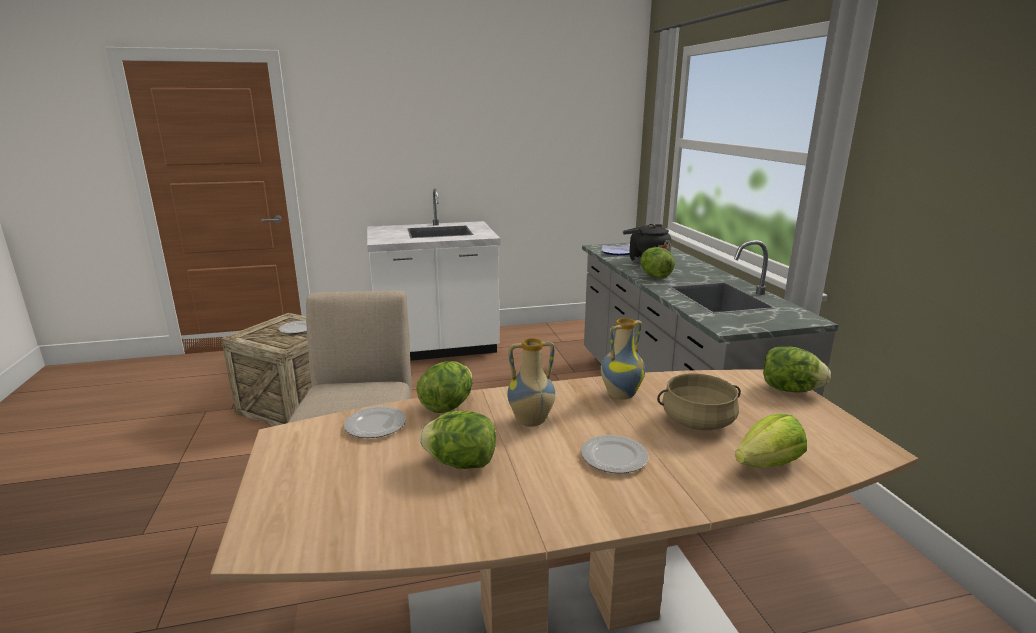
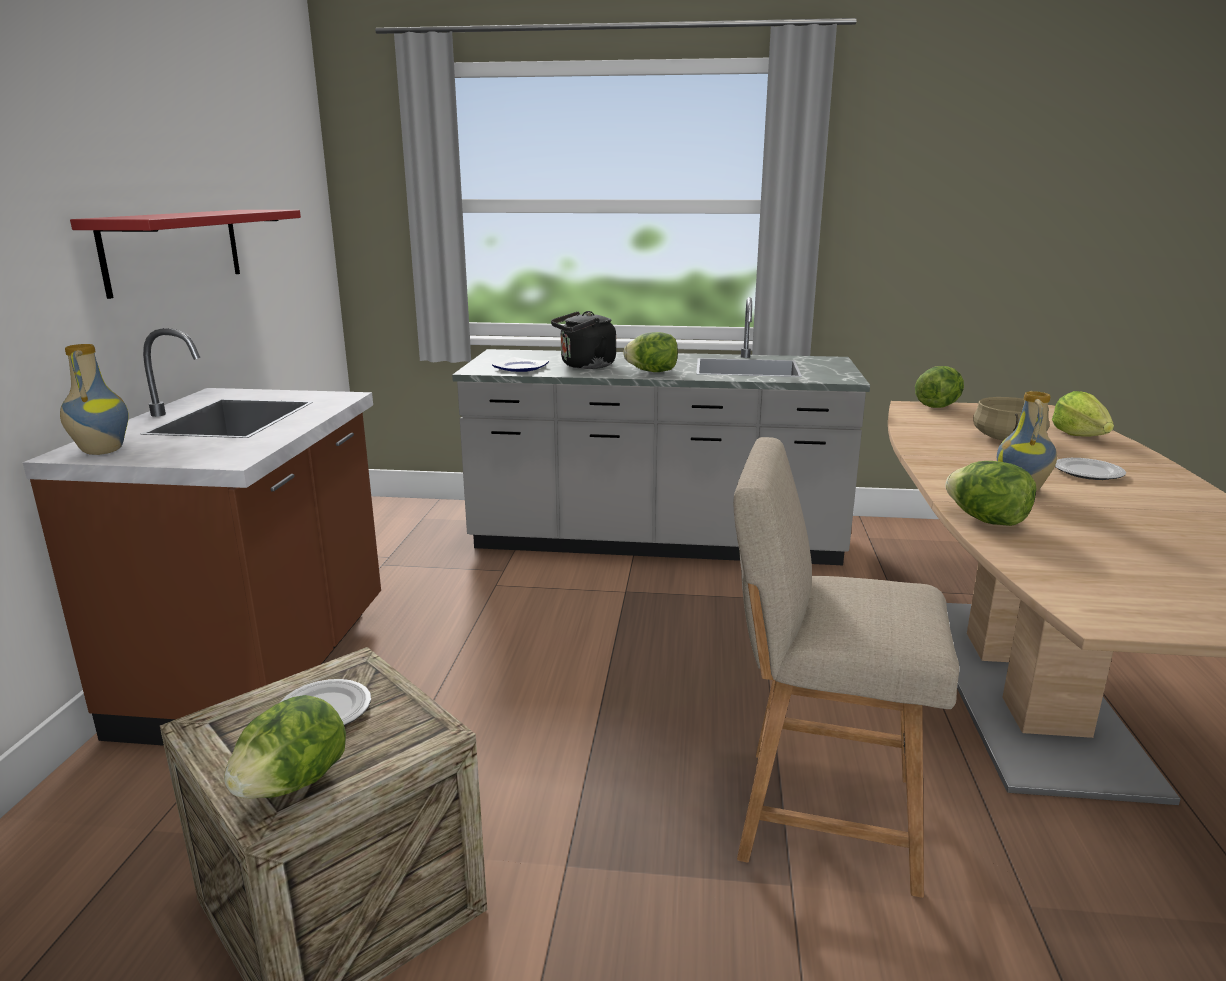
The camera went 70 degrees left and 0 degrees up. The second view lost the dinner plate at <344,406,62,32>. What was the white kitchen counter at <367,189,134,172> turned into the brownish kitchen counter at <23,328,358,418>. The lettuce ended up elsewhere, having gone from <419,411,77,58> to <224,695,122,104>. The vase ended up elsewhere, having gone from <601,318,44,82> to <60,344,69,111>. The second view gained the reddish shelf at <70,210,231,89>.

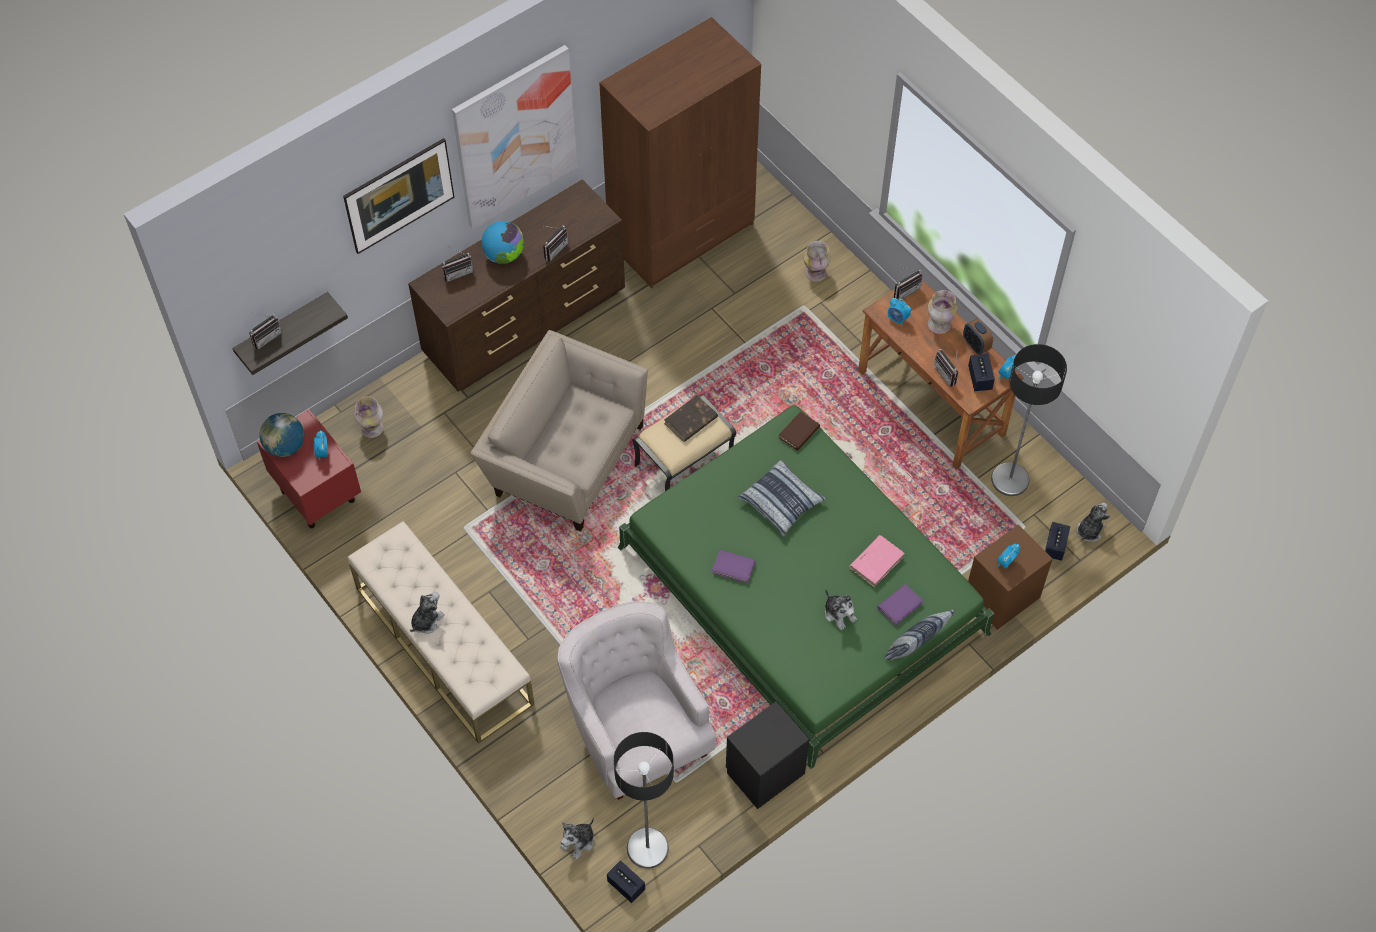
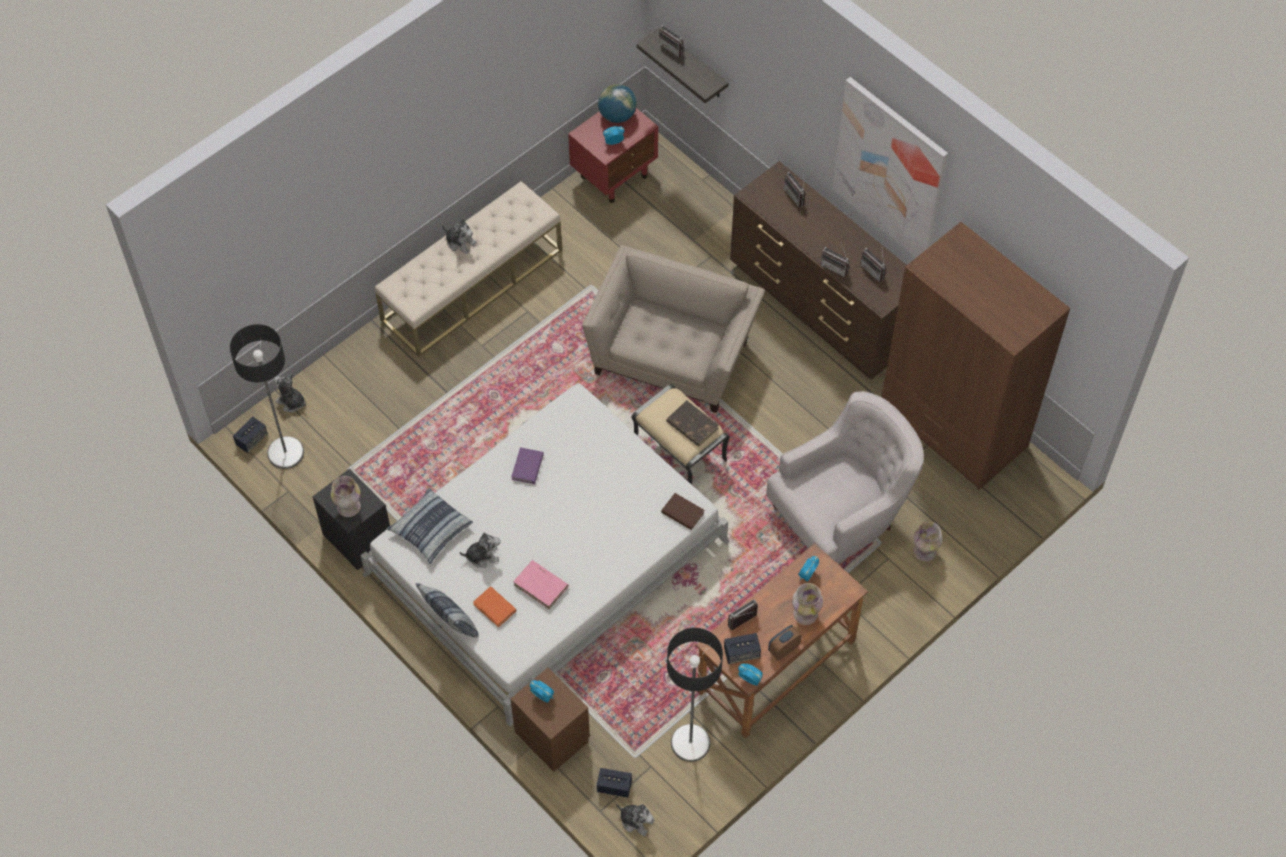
The camera went 85 degrees right and 0 degrees up. The second view lost the wall picture at <343,138,112,116>. The vase ended up elsewhere, having gone from <354,396,30,42> to <331,476,30,41>. The second view lost the world globe at <482,221,42,43>. The white easy chair ended up elsewhere, having gone from <557,601,158,199> to <766,391,158,172>. What was the green bedroom bed at <618,405,376,364> turned into the white bedroom bed at <360,383,370,344>. The pillow ended up elsewhere, having gone from <738,460,89,76> to <386,488,87,76>. The soft toy at <825,589,32,41> ended up facing another way, 150 degrees counterclockwise from before. What was the purple-coloured book at <878,584,45,42> turned into the orangey book at <473,586,43,41>. The radio ended up elsewhere, having gone from <894,266,29,34> to <860,244,26,38>.

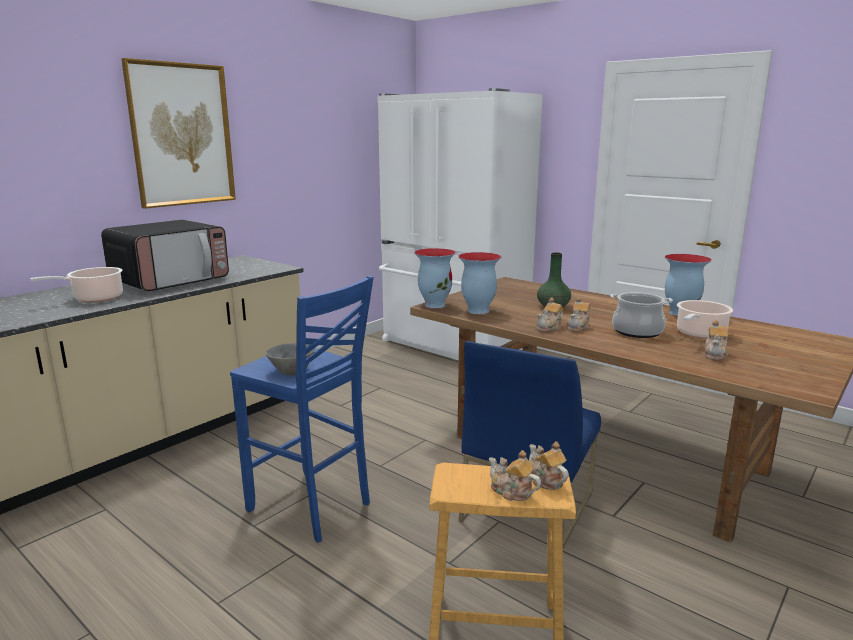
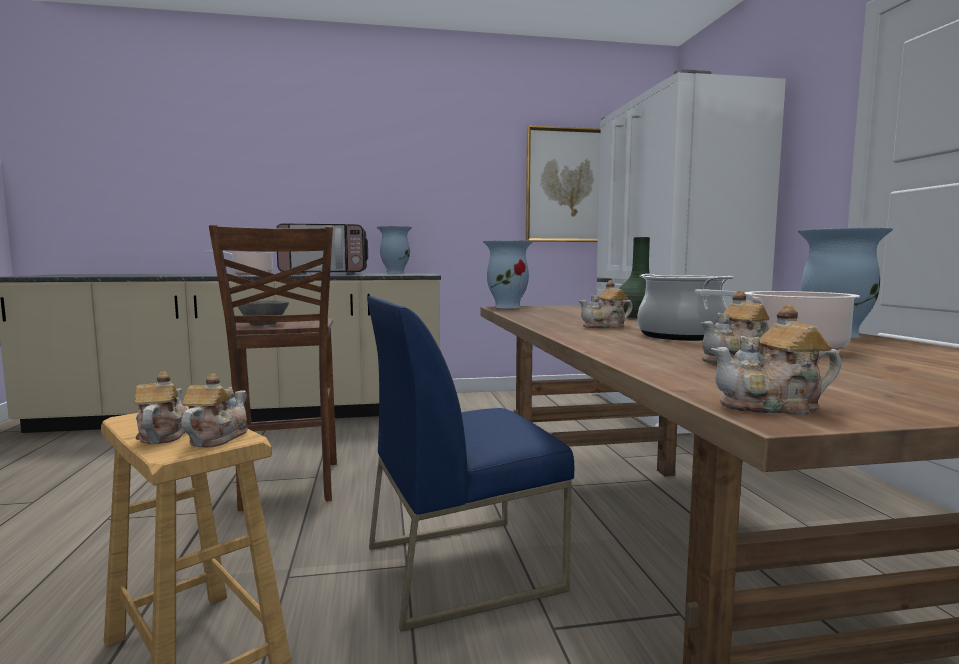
The camera went 40 degrees right and 10 degrees down. The wall picture ended up elsewhere, having gone from <121,58,115,151> to <526,126,75,116>. What was the bluish sitting stool at <230,276,144,267> turned into the brownish sitting stool at <209,225,128,286>. The vase ended up elsewhere, having gone from <458,252,43,62> to <377,226,35,48>. The pot for tea ended up elsewhere, having gone from <537,298,26,34> to <711,305,130,110>.

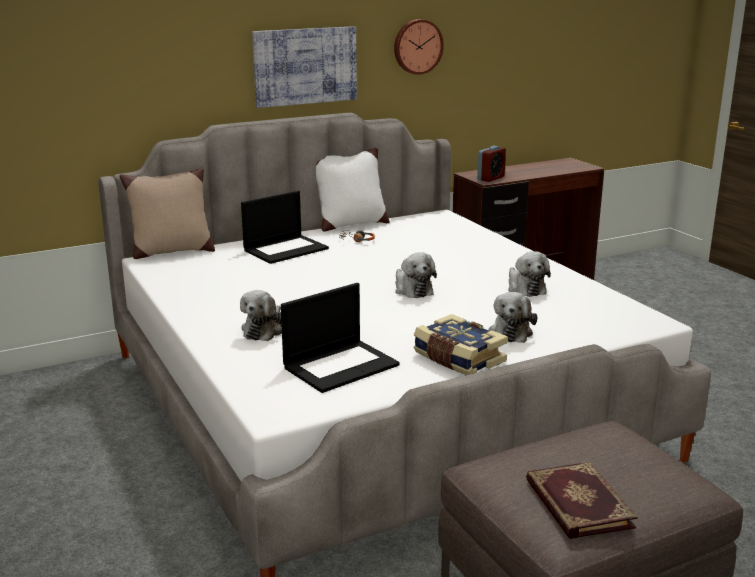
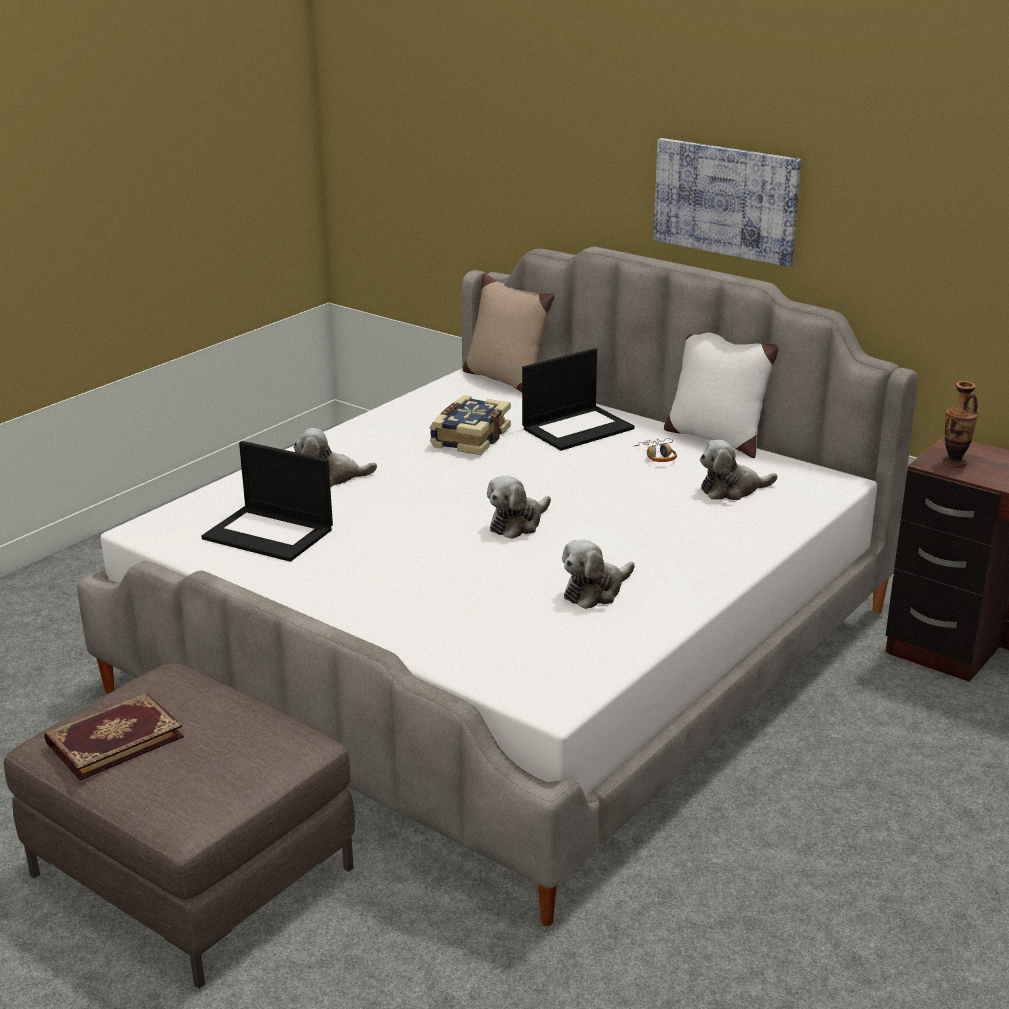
The camera went 65 degrees right and 5 degrees up. The notebook computer at <241,191,88,73> ended up facing another way, 60 degrees counterclockwise from before. The second view lost the wall clock at <394,19,50,56>. The book ended up elsewhere, having gone from <414,314,94,61> to <430,395,81,60>. Where the bedside clock stood at <477,146,29,36>, the vase came to stand at <943,381,35,87>. The soft toy ended up elsewhere, having gone from <489,292,48,51> to <700,440,77,60>.

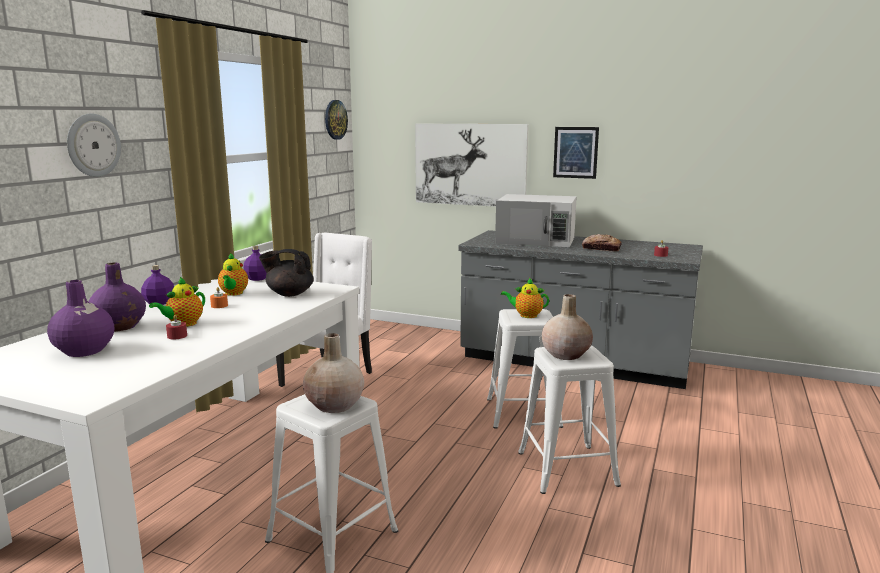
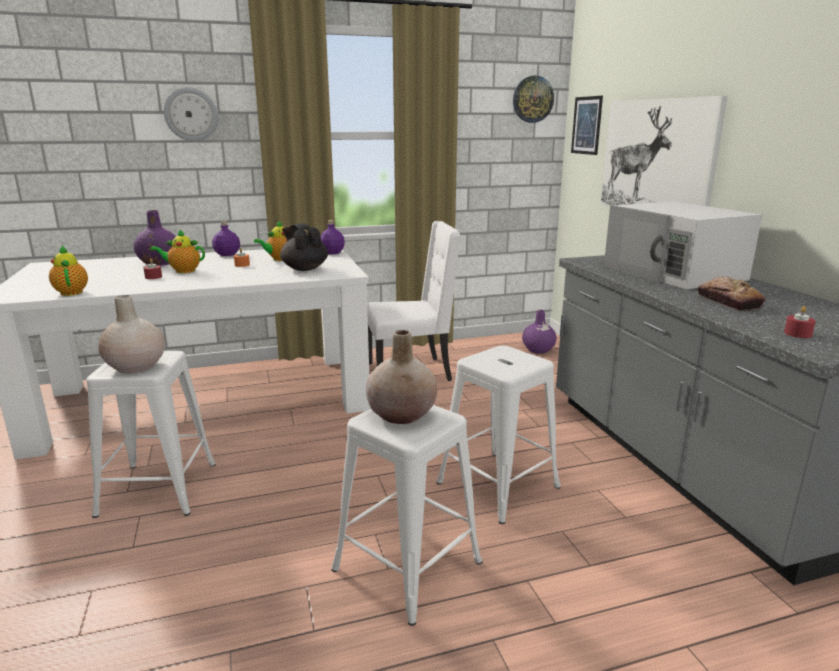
The camera went 50 degrees right and 5 degrees up. The purple-coloured vase ended up elsewhere, having gone from <47,280,68,77> to <522,310,35,44>. The pot for tea ended up elsewhere, having gone from <501,278,48,40> to <49,245,39,51>. The wall picture ended up elsewhere, having gone from <553,127,46,52> to <571,96,32,59>.

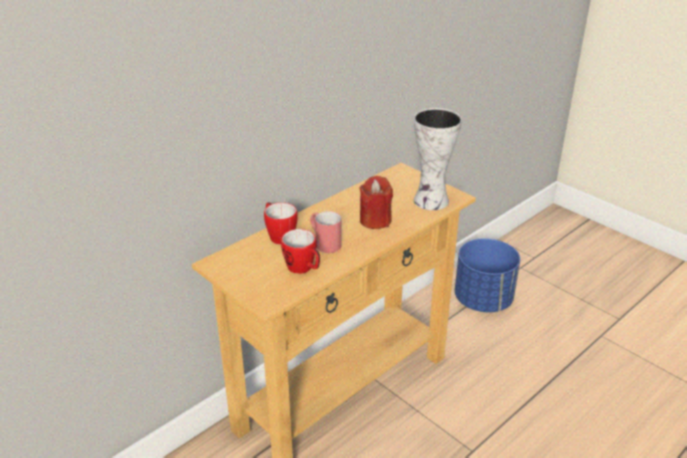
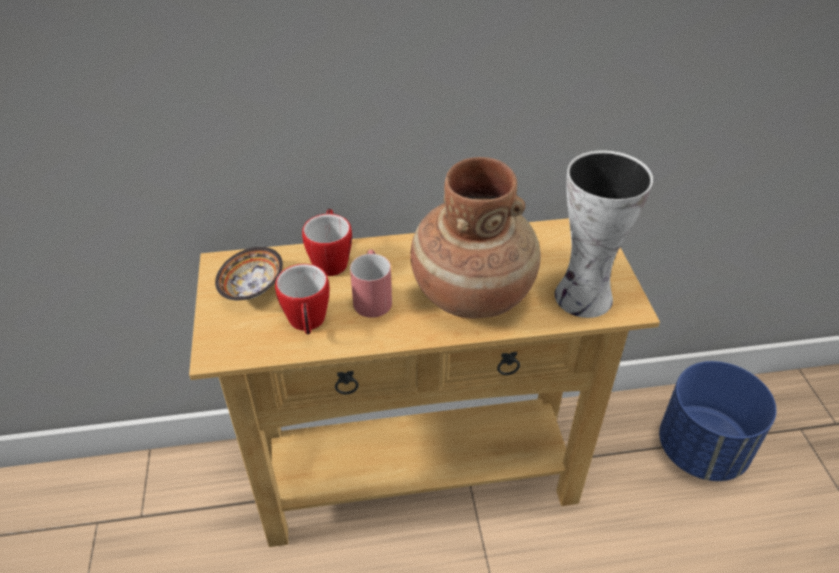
The camera went 35 degrees right and 10 degrees up. Where the reddish candle stood at <360,176,33,53>, the brownish vase came to stand at <410,157,131,161>. The second view gained the deep dish at <215,247,68,53>.

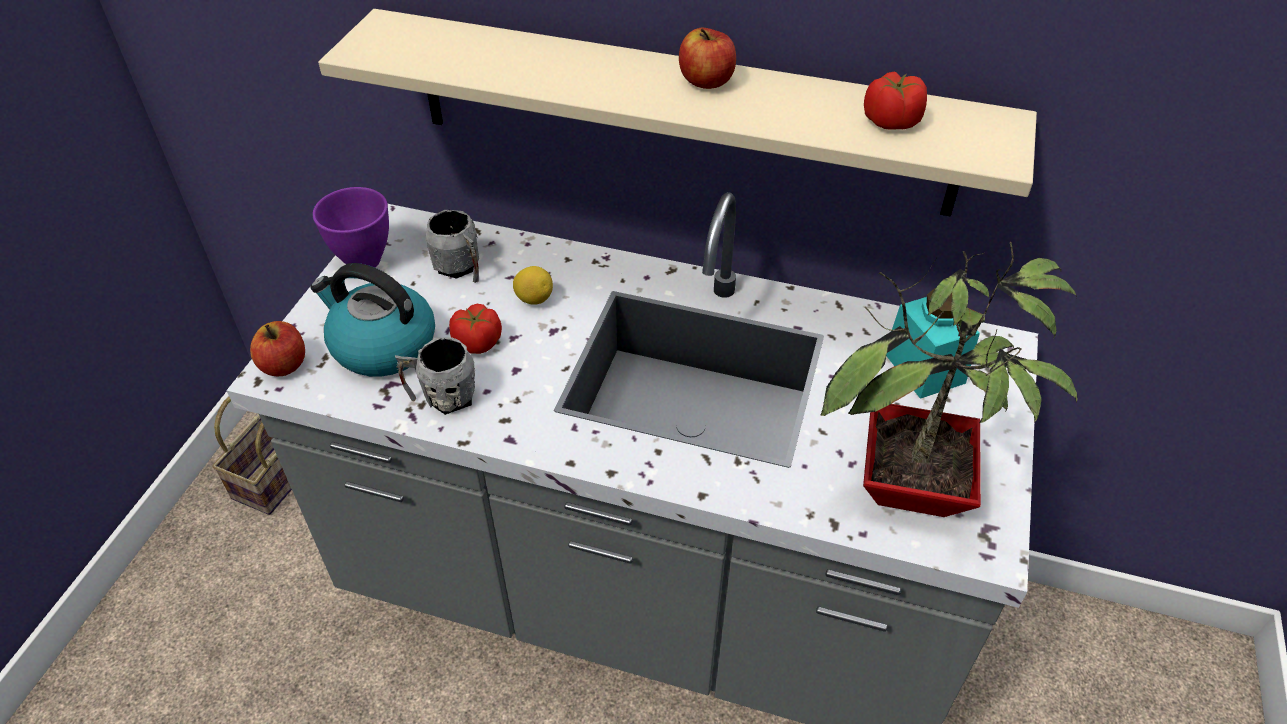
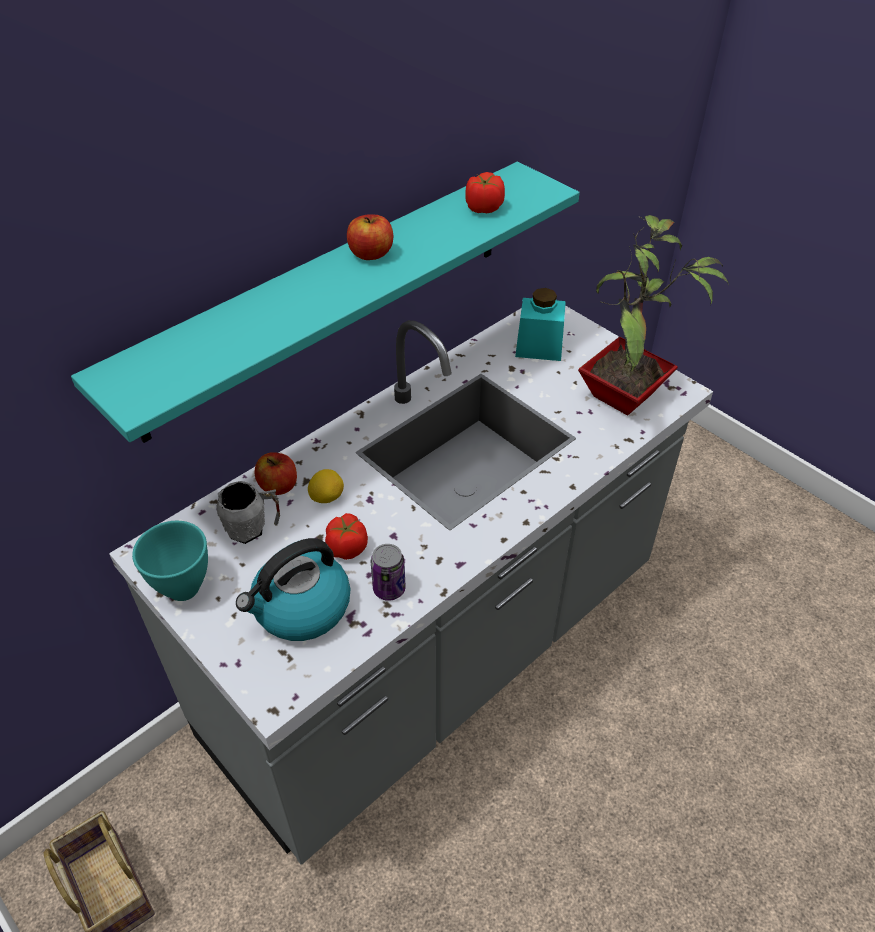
The camera went 60 degrees left and 0 degrees up. The apple ended up elsewhere, having gone from <250,321,55,55> to <254,452,43,43>. What was the purple-coloured deep dish at <313,187,76,81> turned into the turquoise-coloured deep dish at <132,521,76,80>. What was the sand-coloured shelf at <318,9,719,208> turned into the turquoise-coloured shelf at <71,162,509,281>. Where the greyish coffee mug stood at <395,338,80,77>, the metal can came to stand at <371,544,35,57>.

